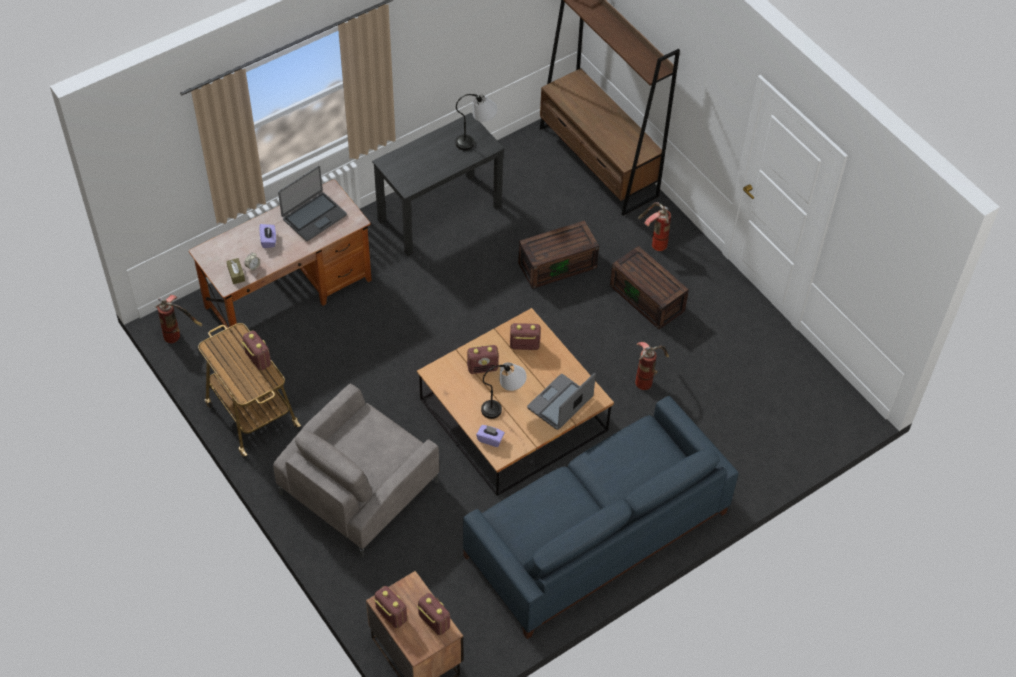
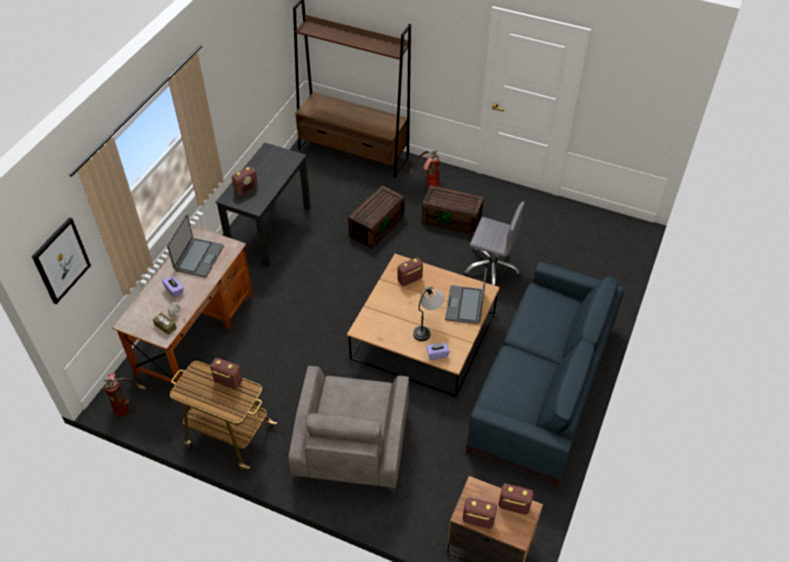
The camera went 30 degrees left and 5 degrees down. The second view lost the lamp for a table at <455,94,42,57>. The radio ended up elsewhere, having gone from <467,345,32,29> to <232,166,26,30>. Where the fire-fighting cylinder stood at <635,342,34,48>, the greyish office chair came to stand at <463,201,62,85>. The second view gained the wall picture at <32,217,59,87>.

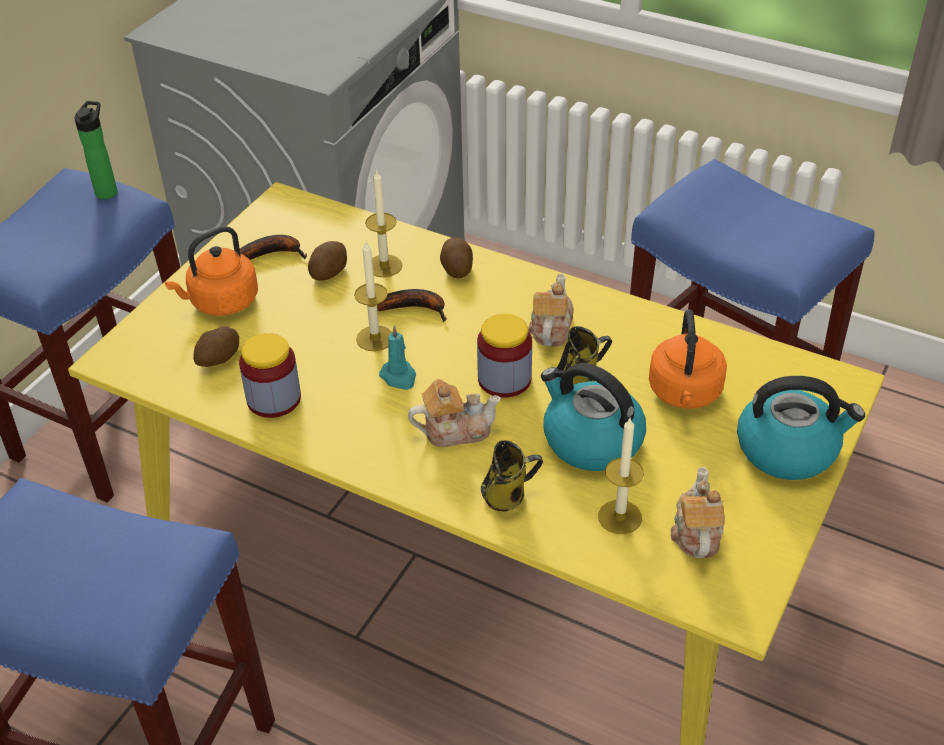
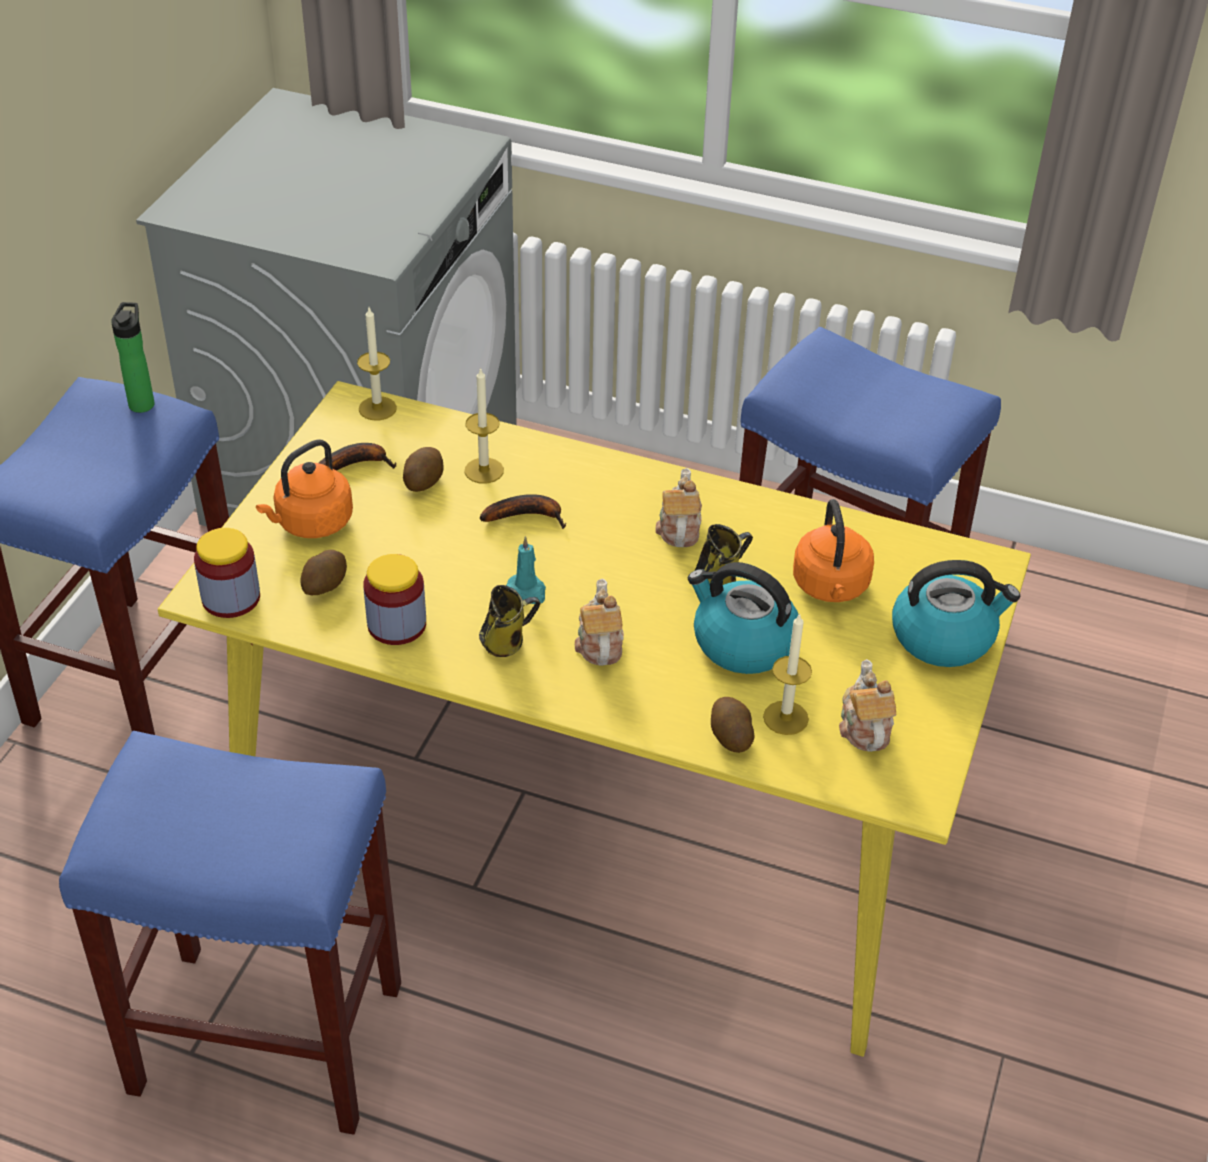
The camera went 10 degrees left and 0 degrees up. The candle ended up elsewhere, having gone from <354,241,39,110> to <357,308,40,112>. The pot for tea at <408,379,93,68> ended up facing another way, 75 degrees counterclockwise from before. The potato ended up elsewhere, having gone from <440,237,33,41> to <711,697,44,56>. The jar ended up elsewhere, having gone from <477,314,55,84> to <194,528,66,90>. The coffee mug ended up elsewhere, having gone from <481,440,62,72> to <479,585,62,72>.

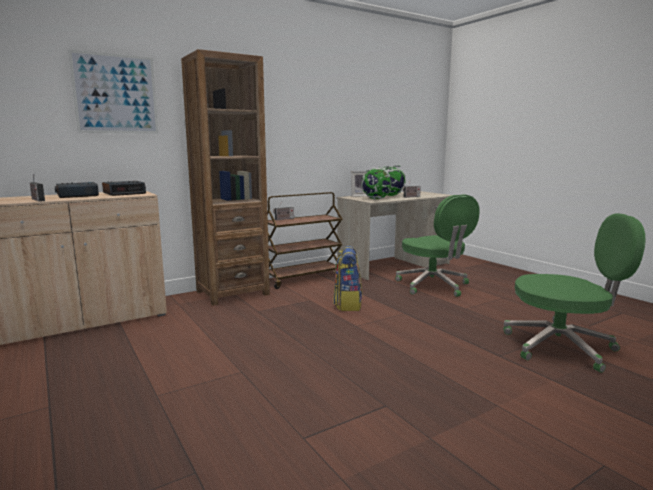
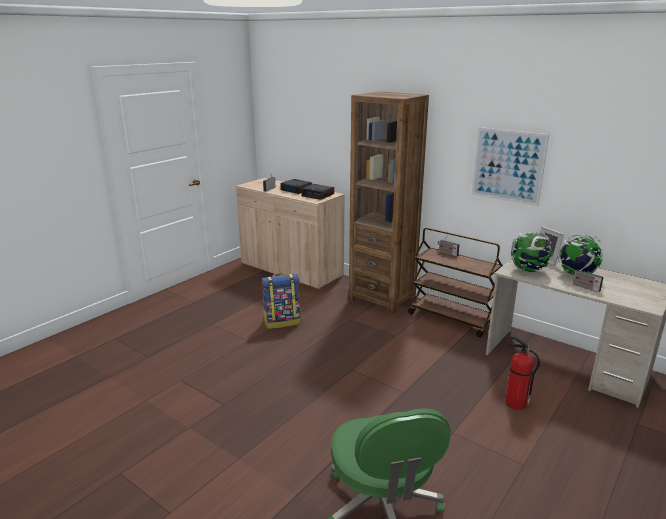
The camera went 70 degrees right and 10 degrees up. The wall picture ended up elsewhere, having gone from <68,50,91,84> to <472,127,77,79>. The knapsack ended up elsewhere, having gone from <333,246,29,65> to <262,273,38,56>. Where the green office chair stood at <395,194,85,103>, the fire-fighting cylinder came to stand at <505,335,35,74>.

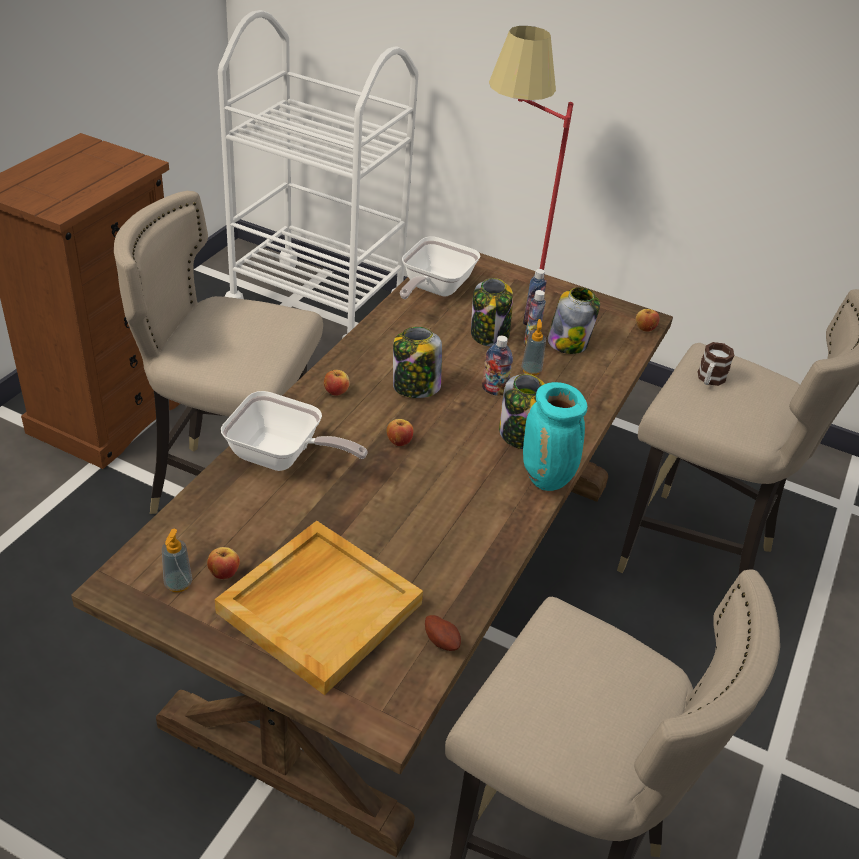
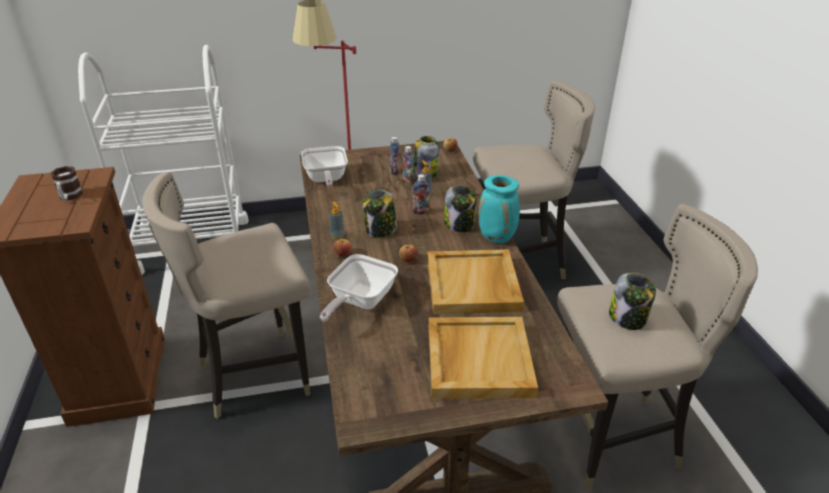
The camera went 35 degrees left and 5 degrees down. The liquid soap bottle ended up elsewhere, having gone from <162,529,30,63> to <329,202,16,38>. The second view lost the apple at <207,547,33,32>. The frying pan at <221,391,147,80> ended up facing another way, 135 degrees clockwise from before. The second view lost the potato at <425,615,36,36>. The jar ended up elsewhere, having gone from <471,278,42,68> to <609,273,47,57>. The coffee mug ended up elsewhere, having gone from <698,342,36,44> to <50,166,33,34>. The second view gained the sand-coloured tray at <427,249,97,66>.

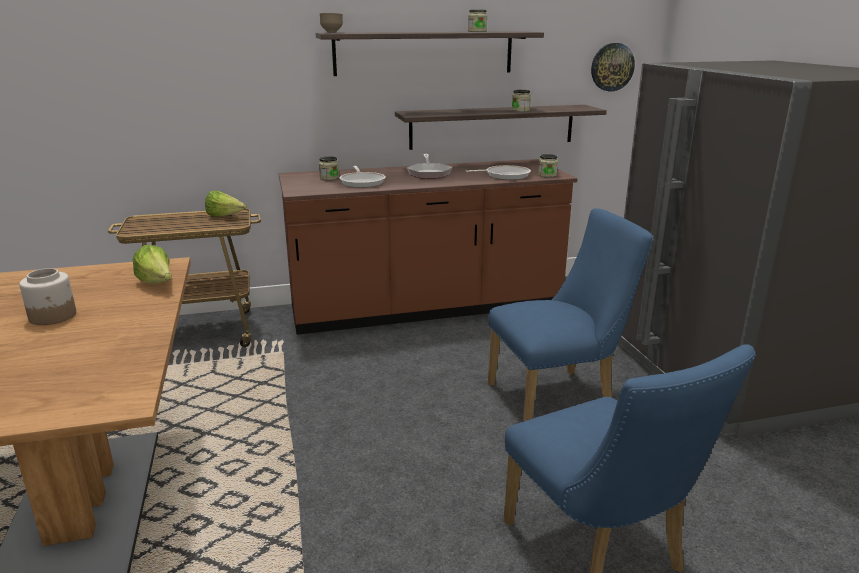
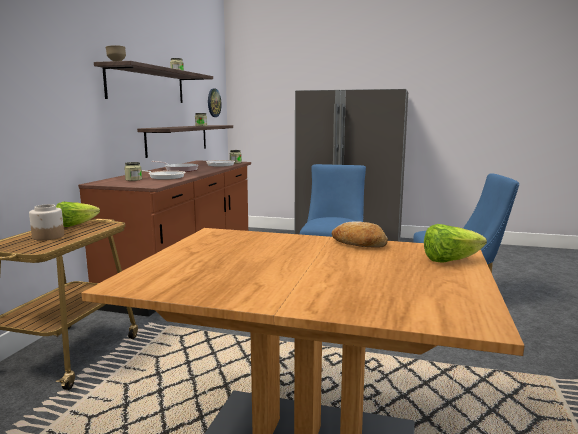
The camera went 60 degrees left and 10 degrees down. The jar ended up elsewhere, having gone from <19,268,57,57> to <29,204,35,37>. The lettuce ended up elsewhere, having gone from <133,245,39,39> to <424,224,63,39>. The second view gained the bread at <332,221,56,27>.

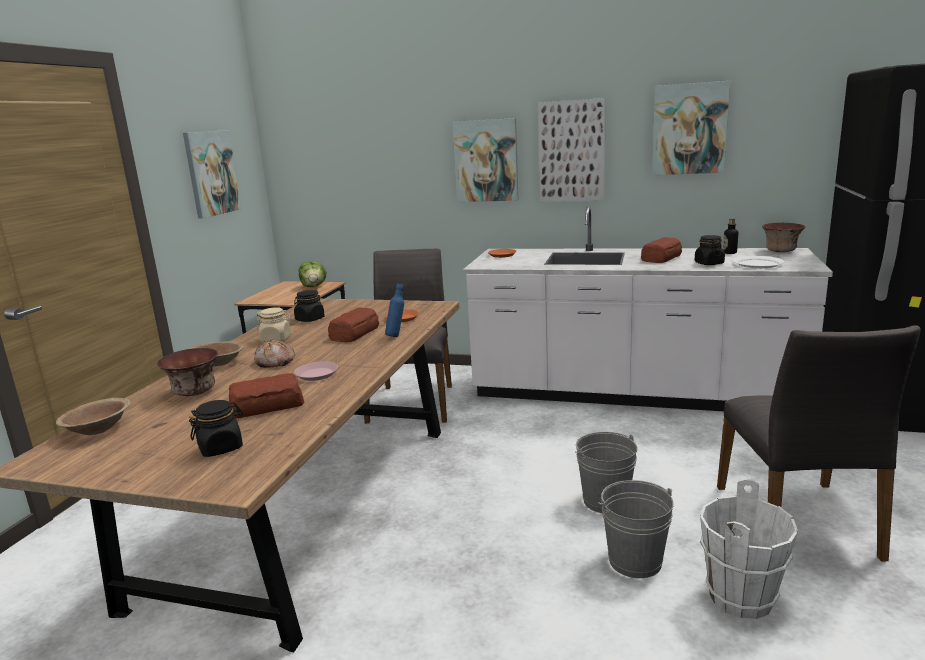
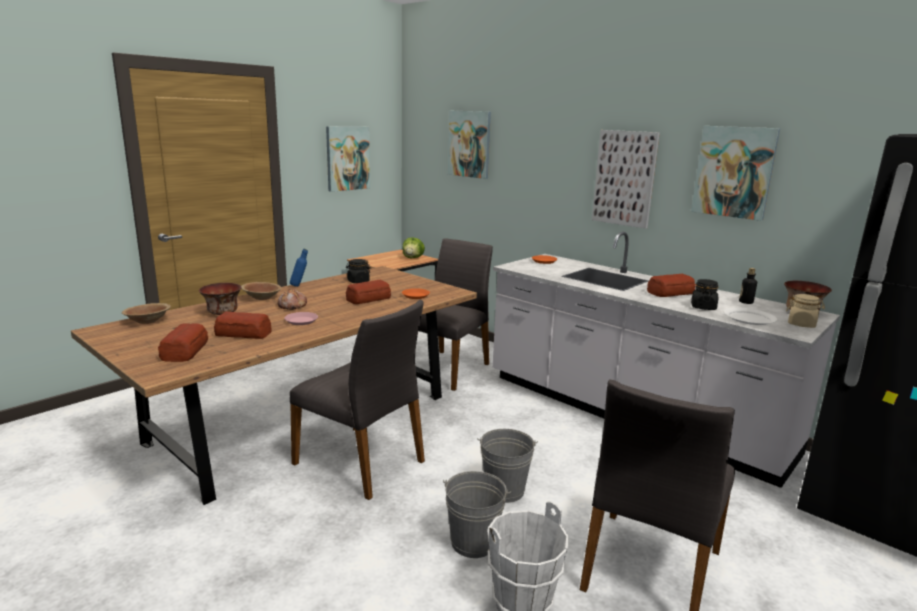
The camera went 25 degrees right and 0 degrees up. Where the black-coloured jar stood at <189,400,54,57>, the bread came to stand at <158,323,50,39>. The sand-coloured jar ended up elsewhere, having gone from <256,307,35,35> to <786,294,39,34>. The bluish drink bottle ended up elsewhere, having gone from <385,284,19,53> to <290,249,18,38>. The wall picture ended up elsewhere, having gone from <452,118,66,84> to <448,111,43,68>. The second view gained the greyish plain chair at <290,300,135,200>.

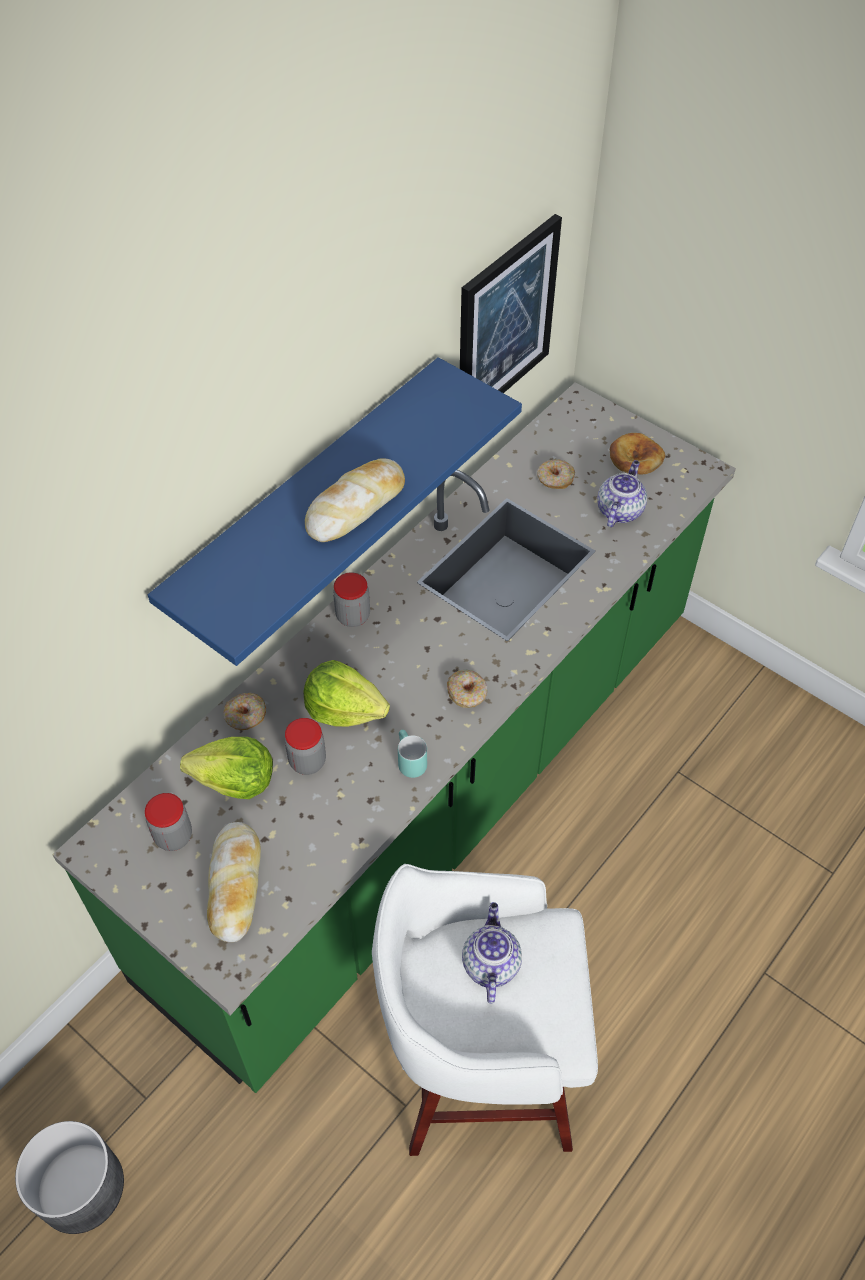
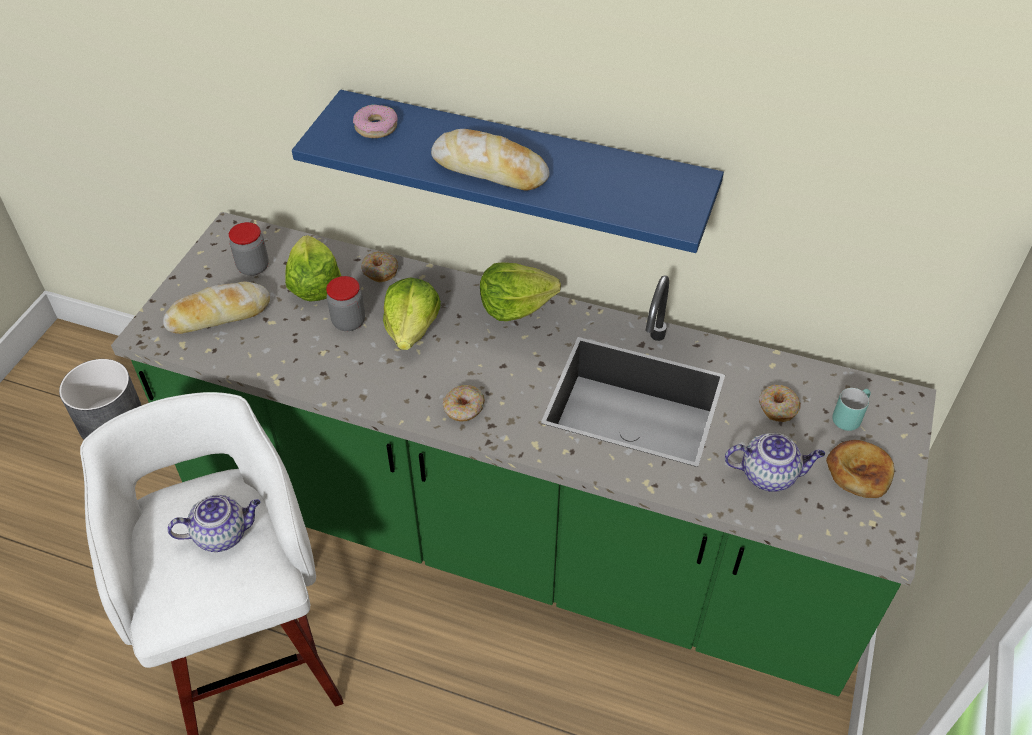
The camera went 70 degrees right and 5 degrees down. Where the jar stood at <333,573,37,54>, the lettuce came to stand at <480,262,81,59>. The turquoise-coloured coffee mug ended up elsewhere, having gone from <398,730,29,48> to <832,388,39,43>. The second view lost the wall picture at <460,214,102,179>. The second view gained the donut at <353,104,45,34>.

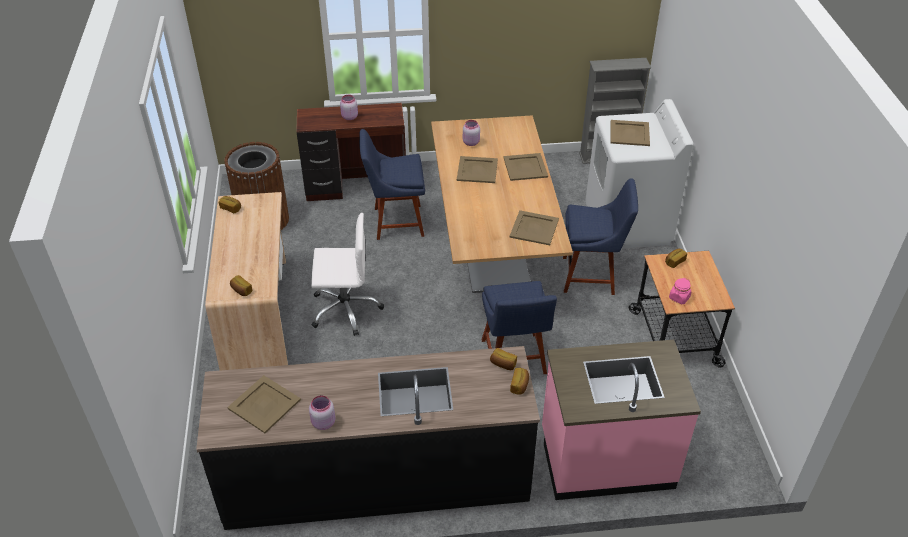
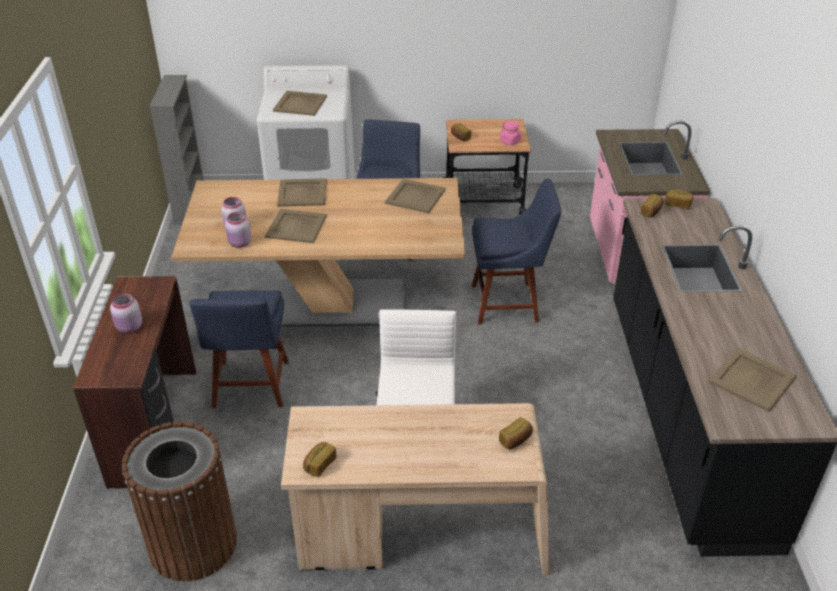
The camera went 85 degrees left and 5 degrees down. The pinkish jar ended up elsewhere, having gone from <309,395,26,35> to <225,212,26,36>.

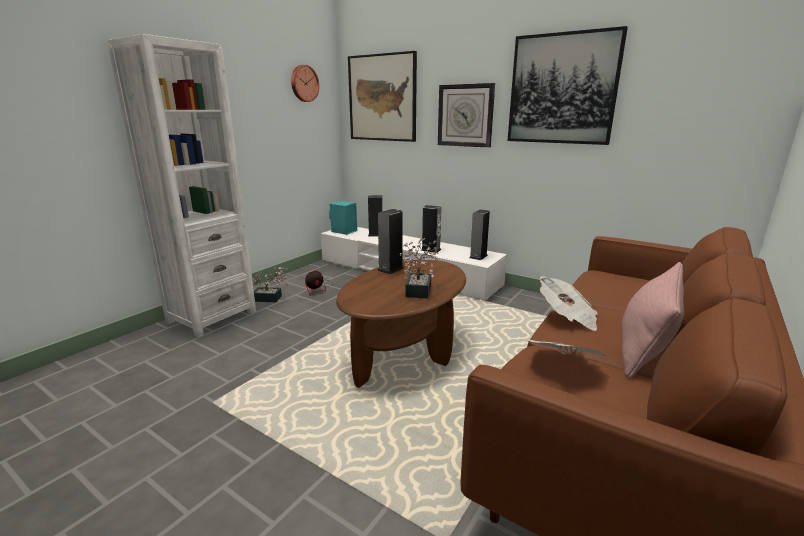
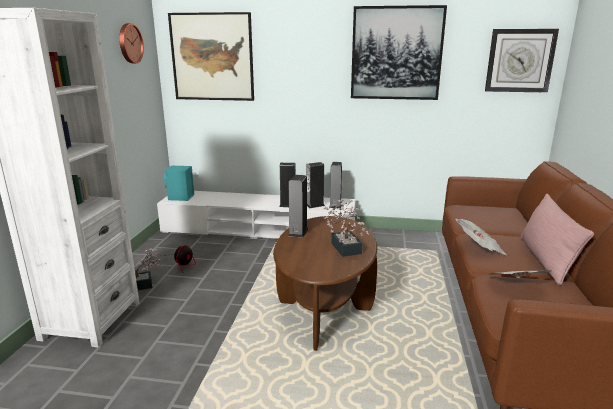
The camera went 25 degrees left and 0 degrees up. The speaker ended up elsewhere, having gone from <368,195,15,41> to <306,162,19,46>. The wall clock ended up elsewhere, having gone from <438,83,57,65> to <485,29,74,64>.

